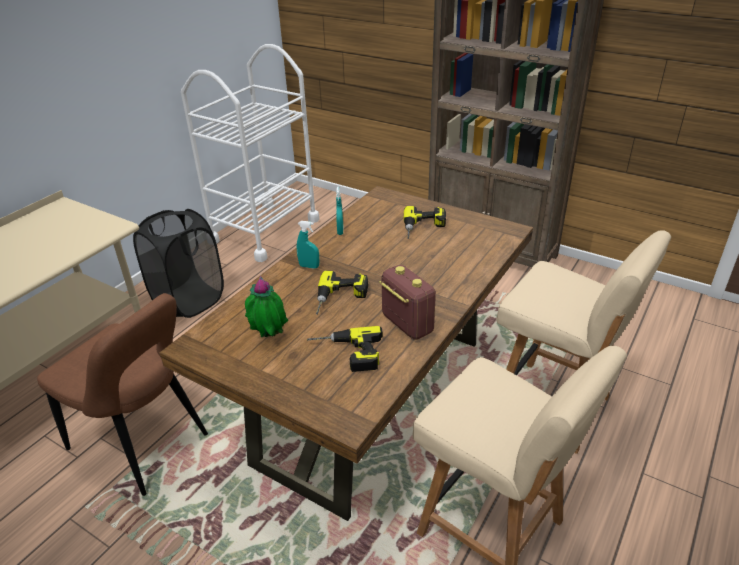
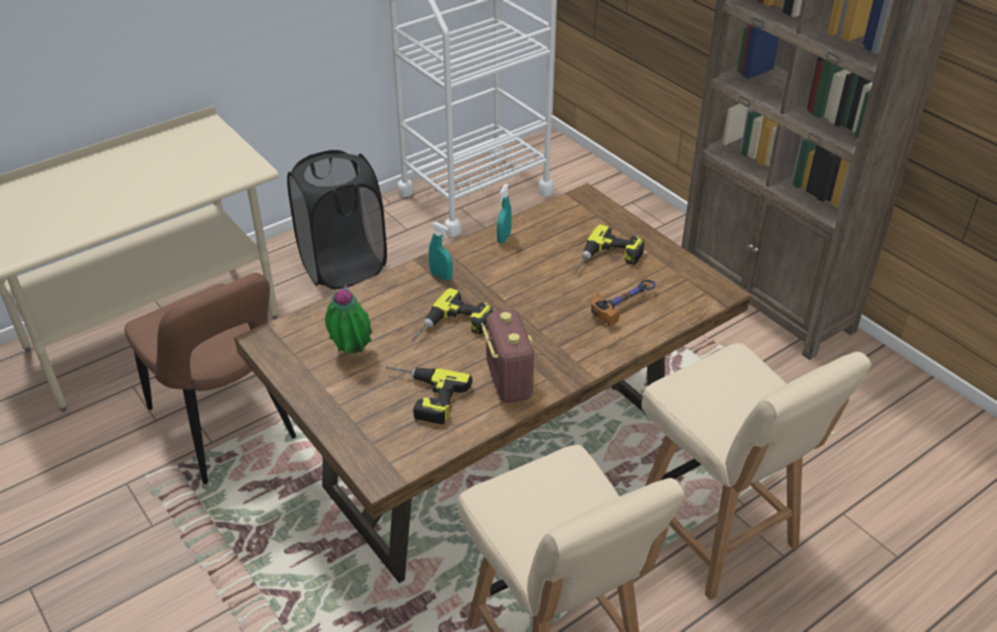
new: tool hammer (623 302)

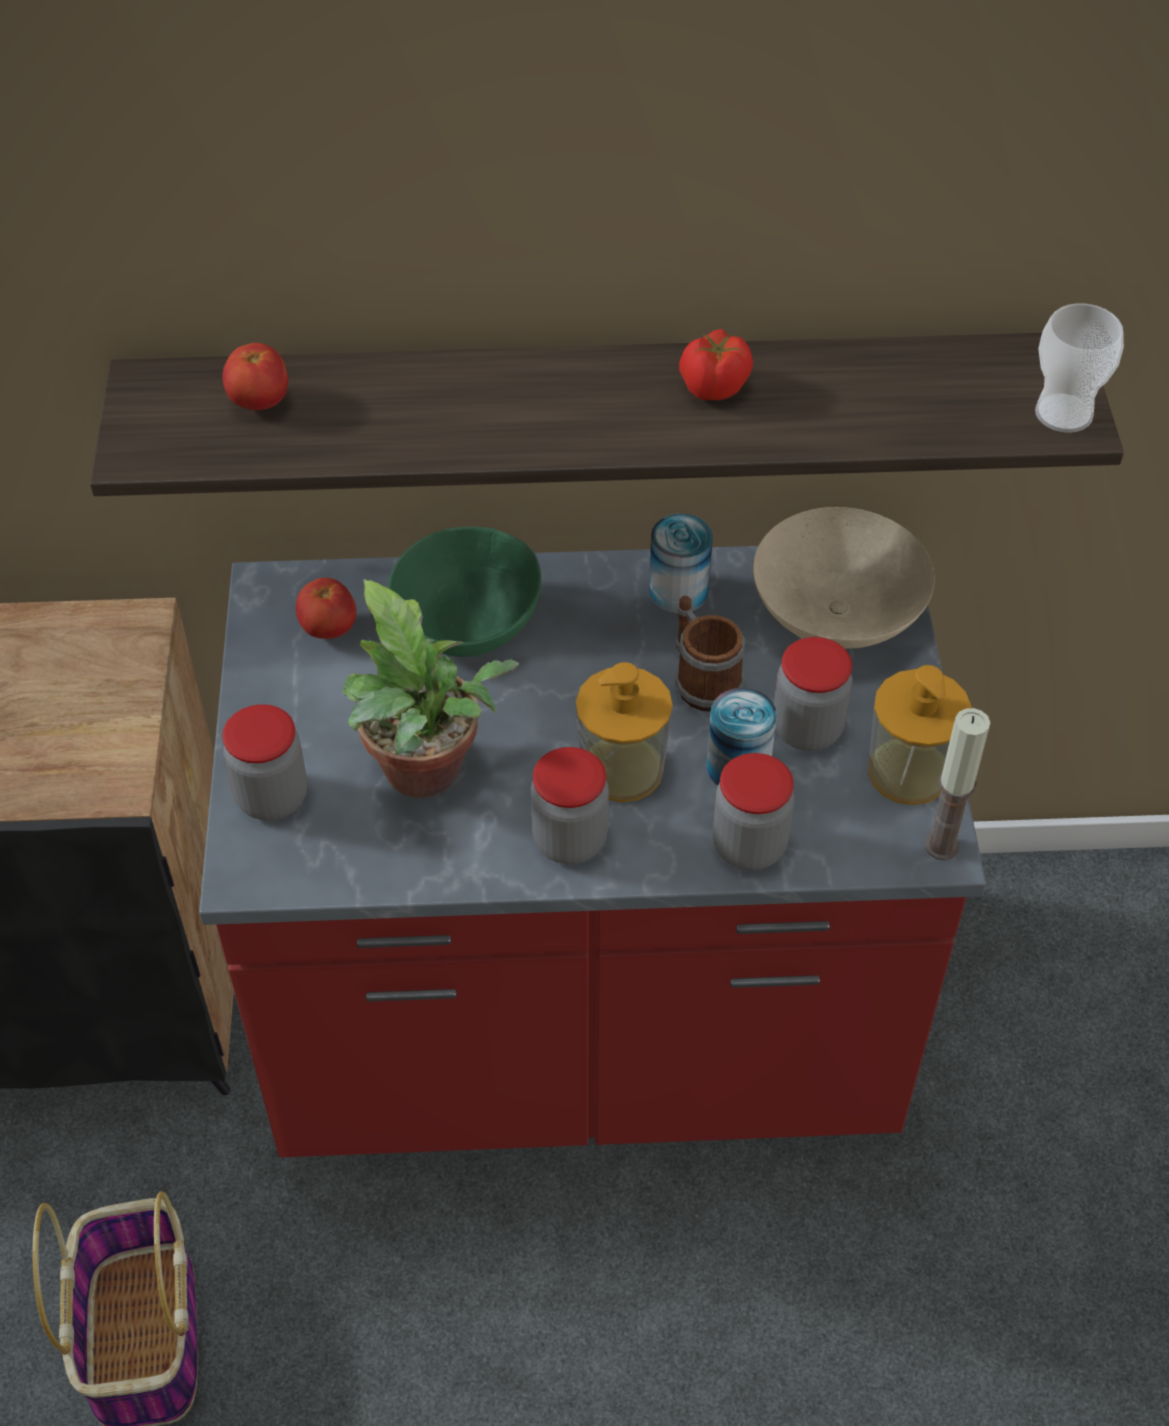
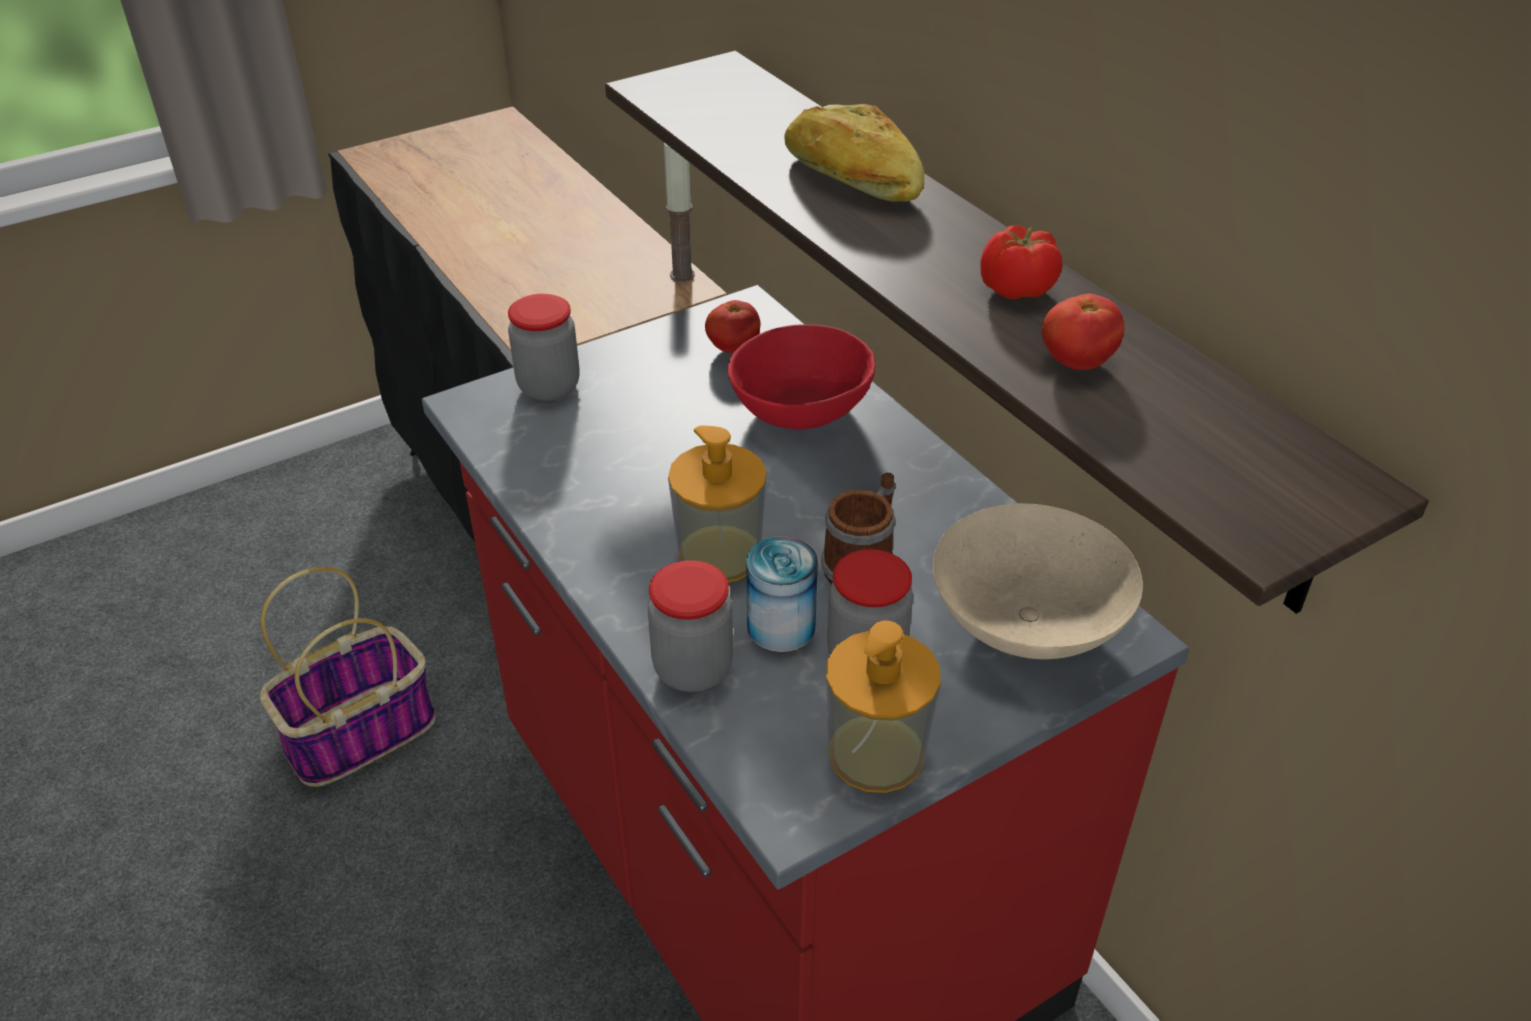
gone: plant in a pot (431 688); jar (570 805); metal can (681 563); drinking cup (1079 368)
new: bakery bread (854 153)
shifted: wax candle (957 784) to (679 212); tomato (255 376) to (1083 332)
repainted: green serving bowl (464 591) to red serving bowl (801 376)

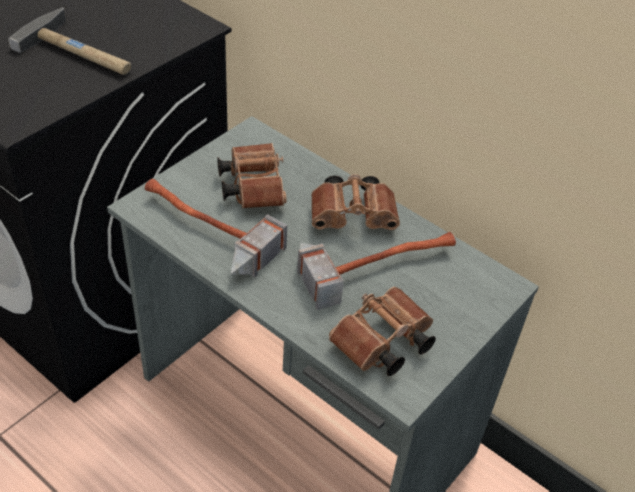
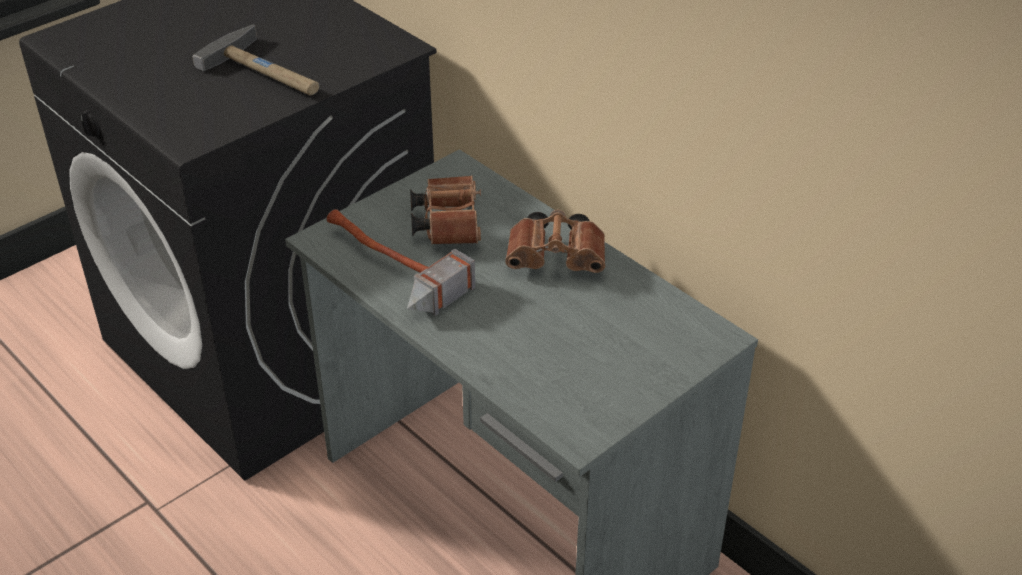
gone: tool hammer (376 271); brown-coloured binoculars (382 331)

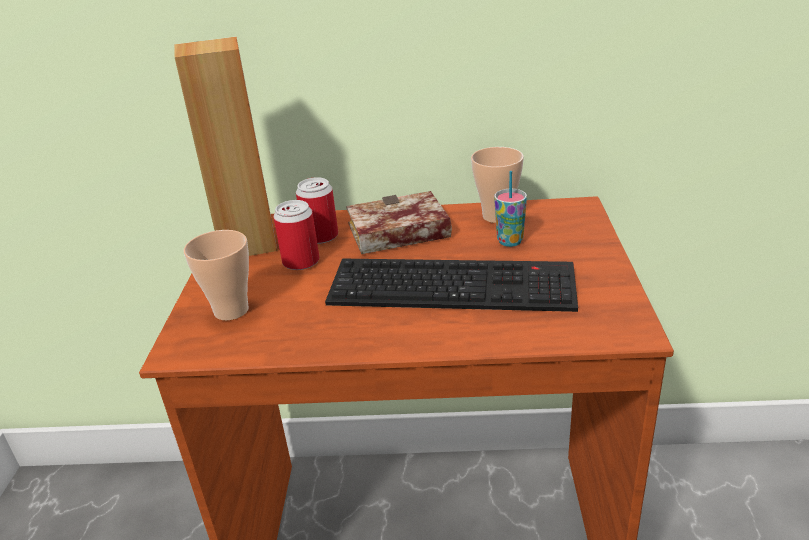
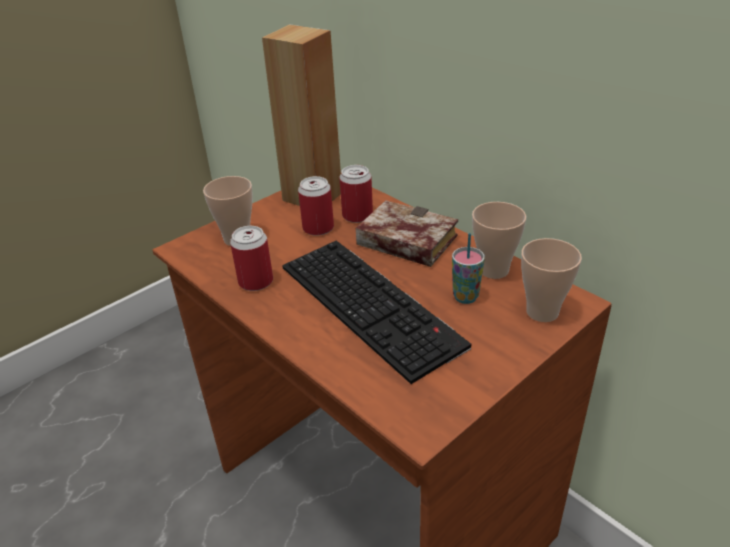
new: metal can (251 258); drinking cup (551 280)

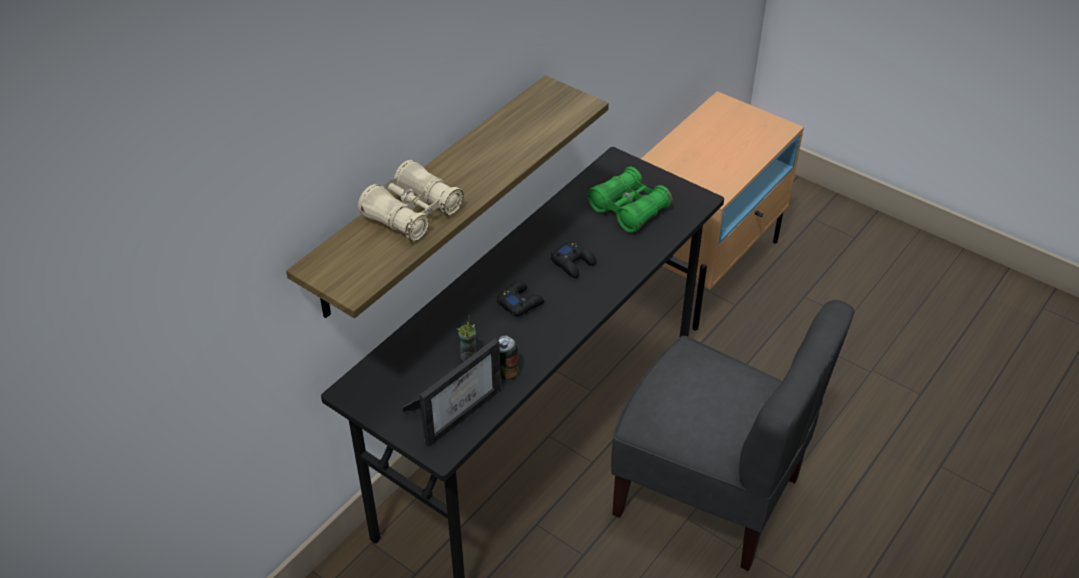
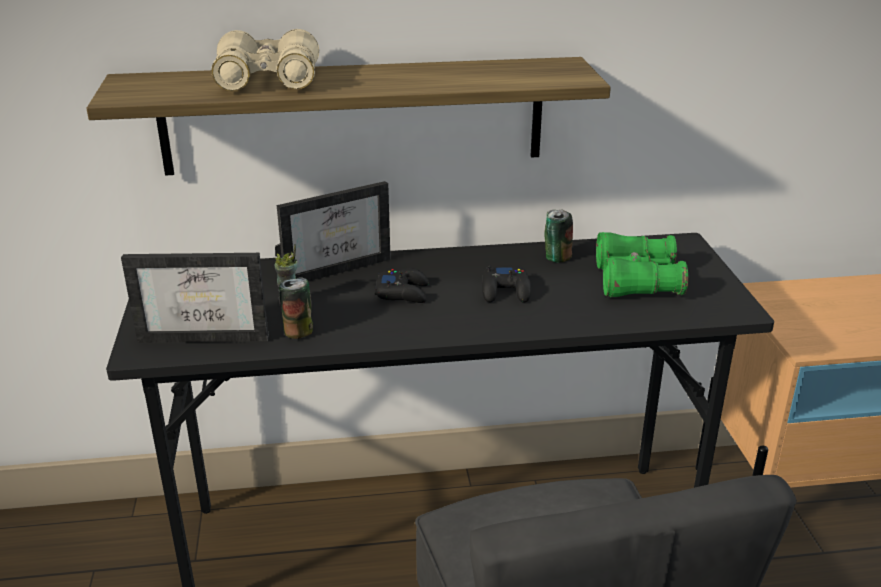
new: photo frame (333 231); metal can (558 236)

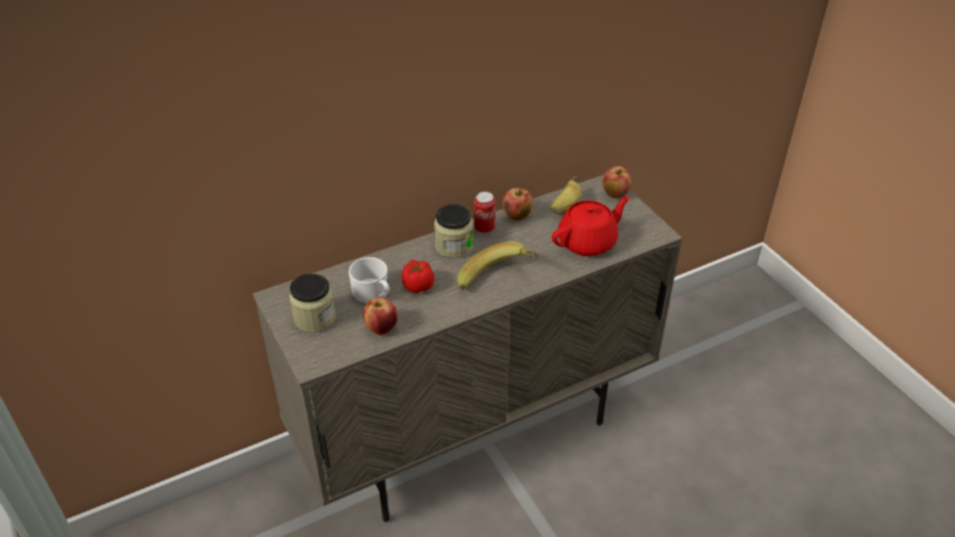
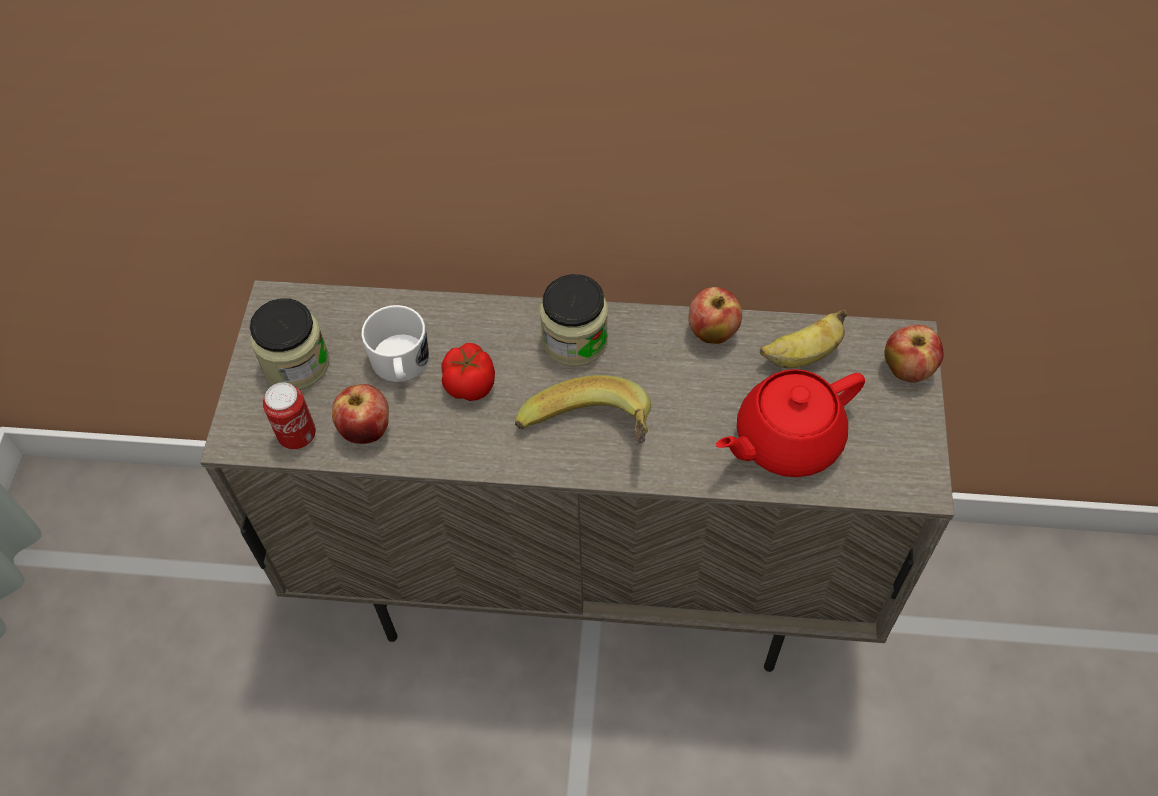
shifted: metal can (485 213) to (289 415)
rotated: red pot for tea (591 226) = (790 423) 150 degrees clockwise

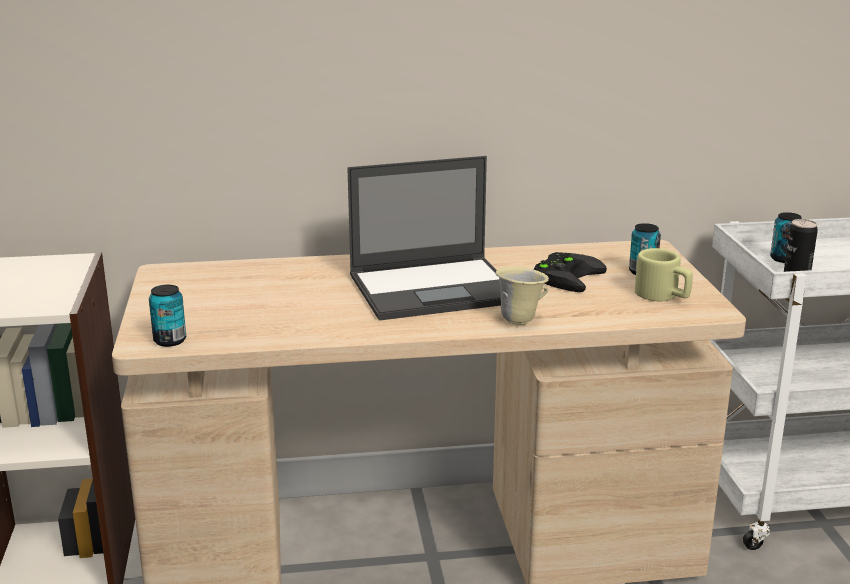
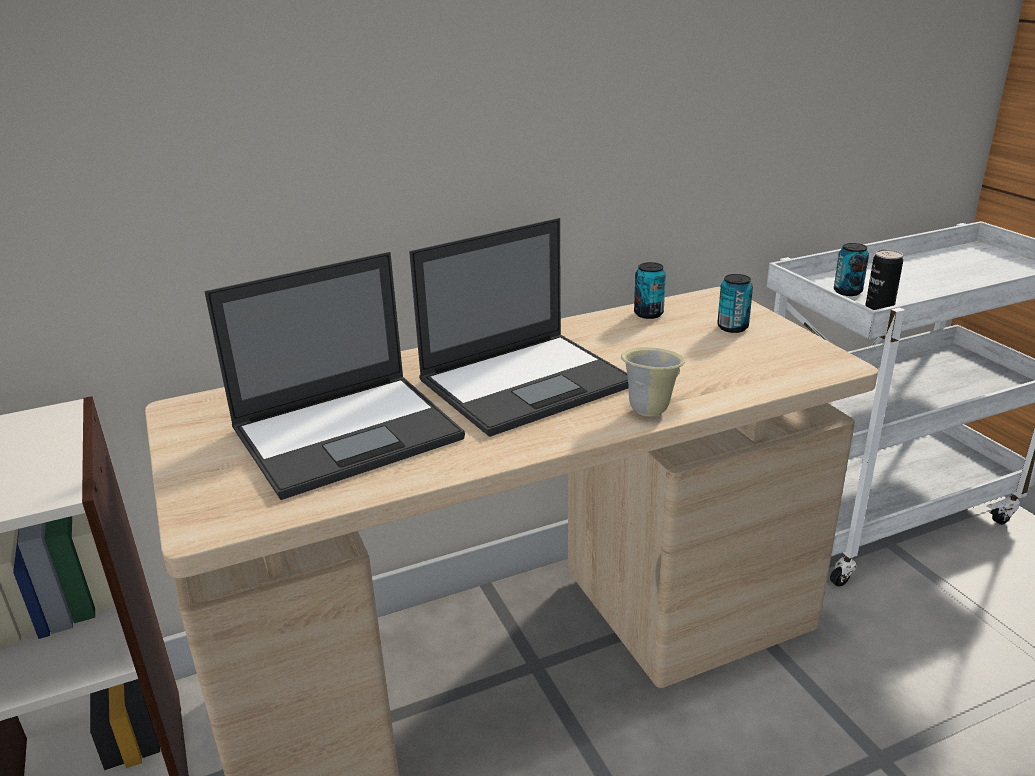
gone: black gamepad (570 272); sand-coloured tea mug (664 274)
new: portable computer (334 376)
shifted: metal can (167 316) to (650 290)

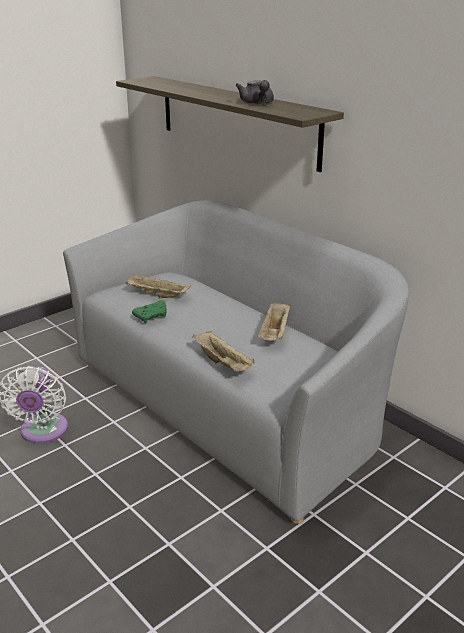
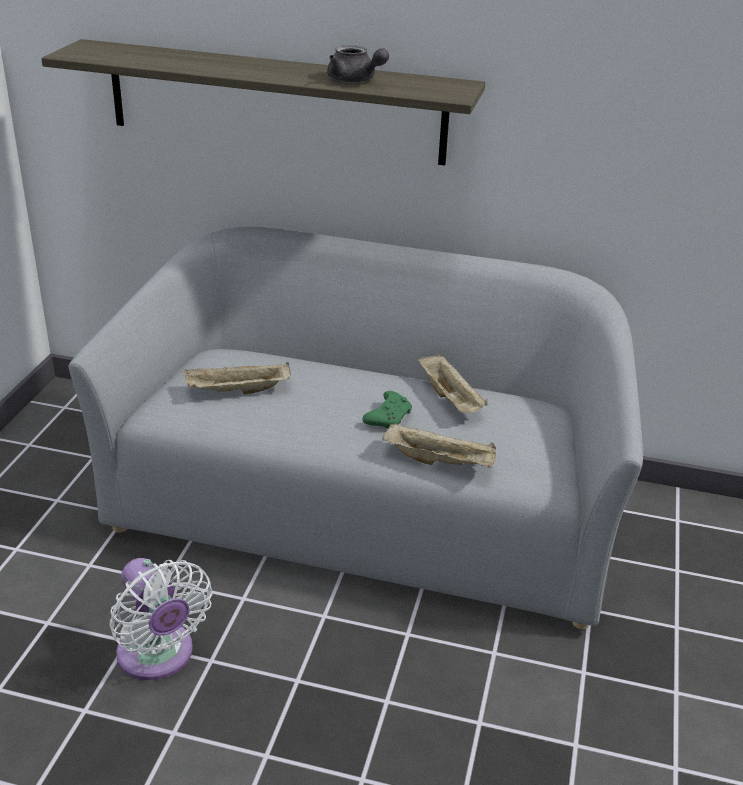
shifted: green gamepad (149 312) to (387 410)

